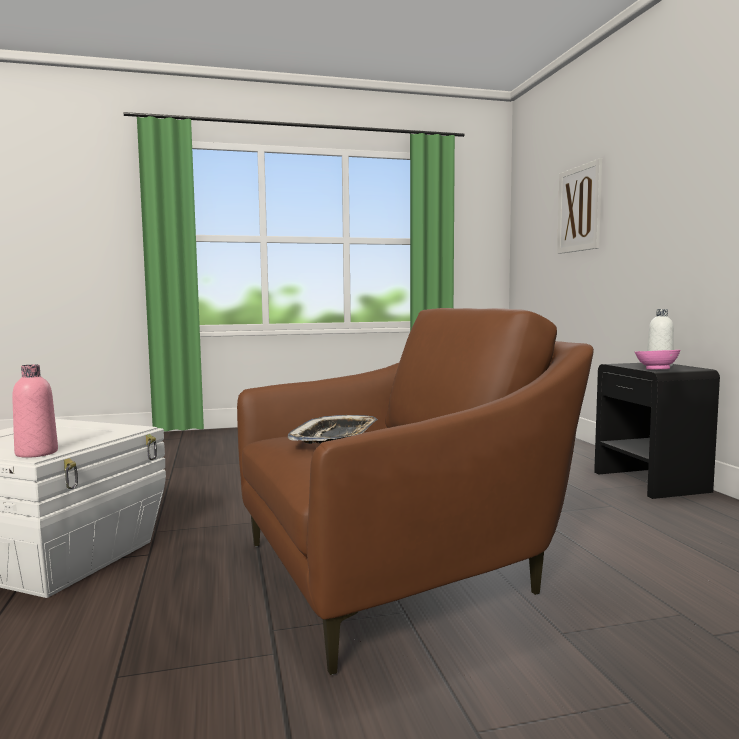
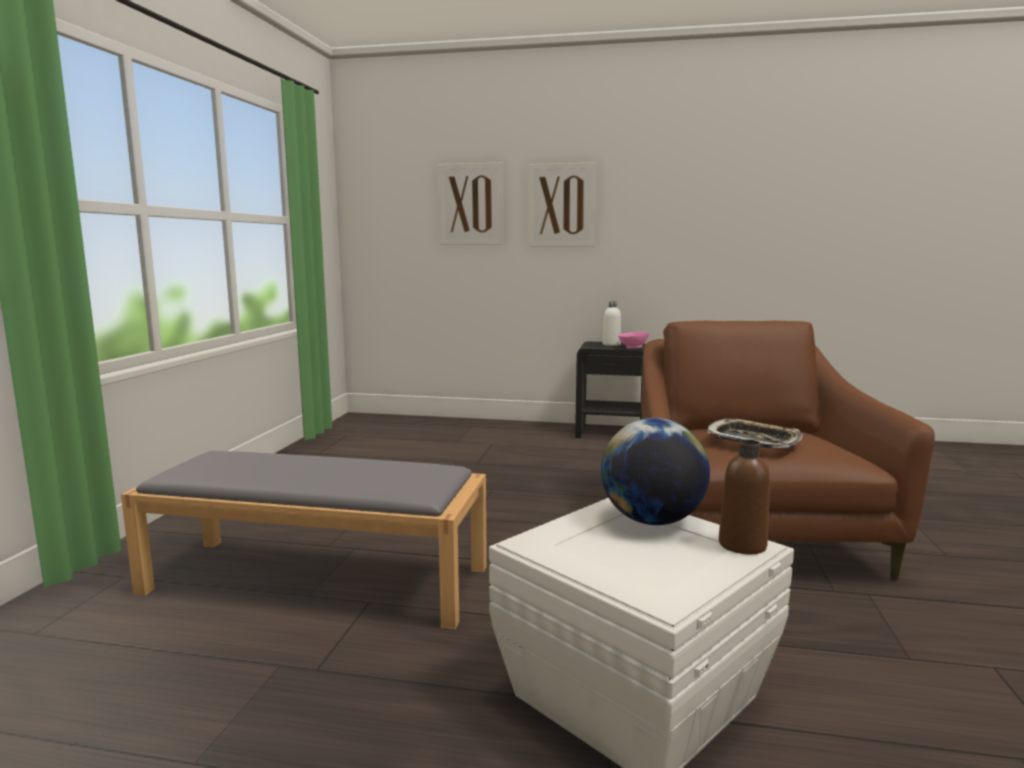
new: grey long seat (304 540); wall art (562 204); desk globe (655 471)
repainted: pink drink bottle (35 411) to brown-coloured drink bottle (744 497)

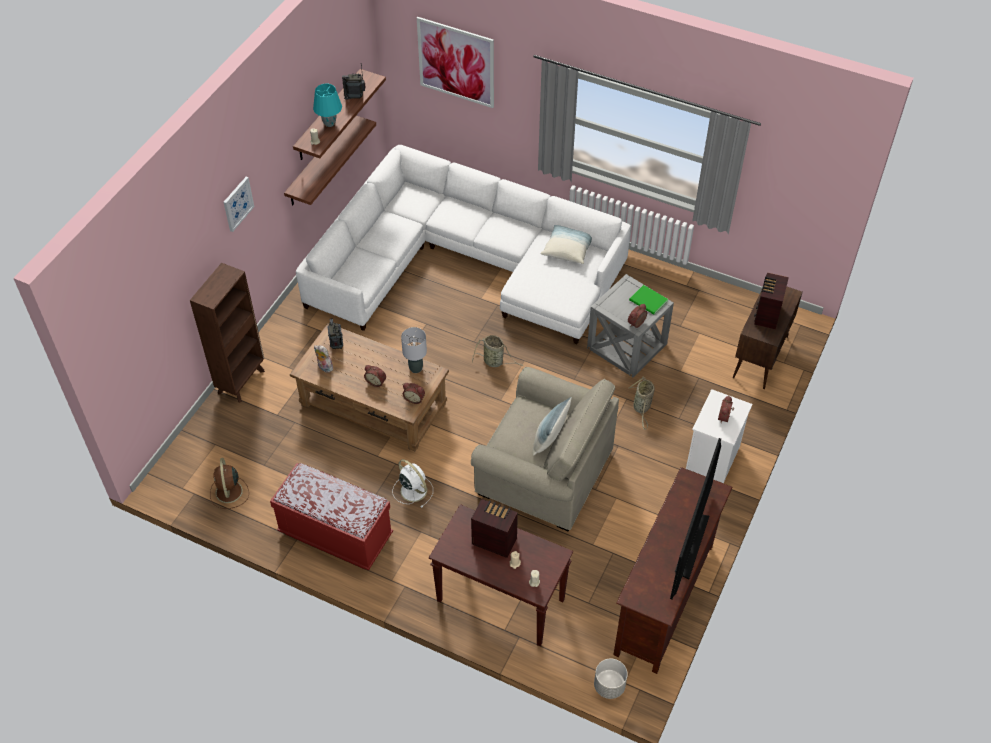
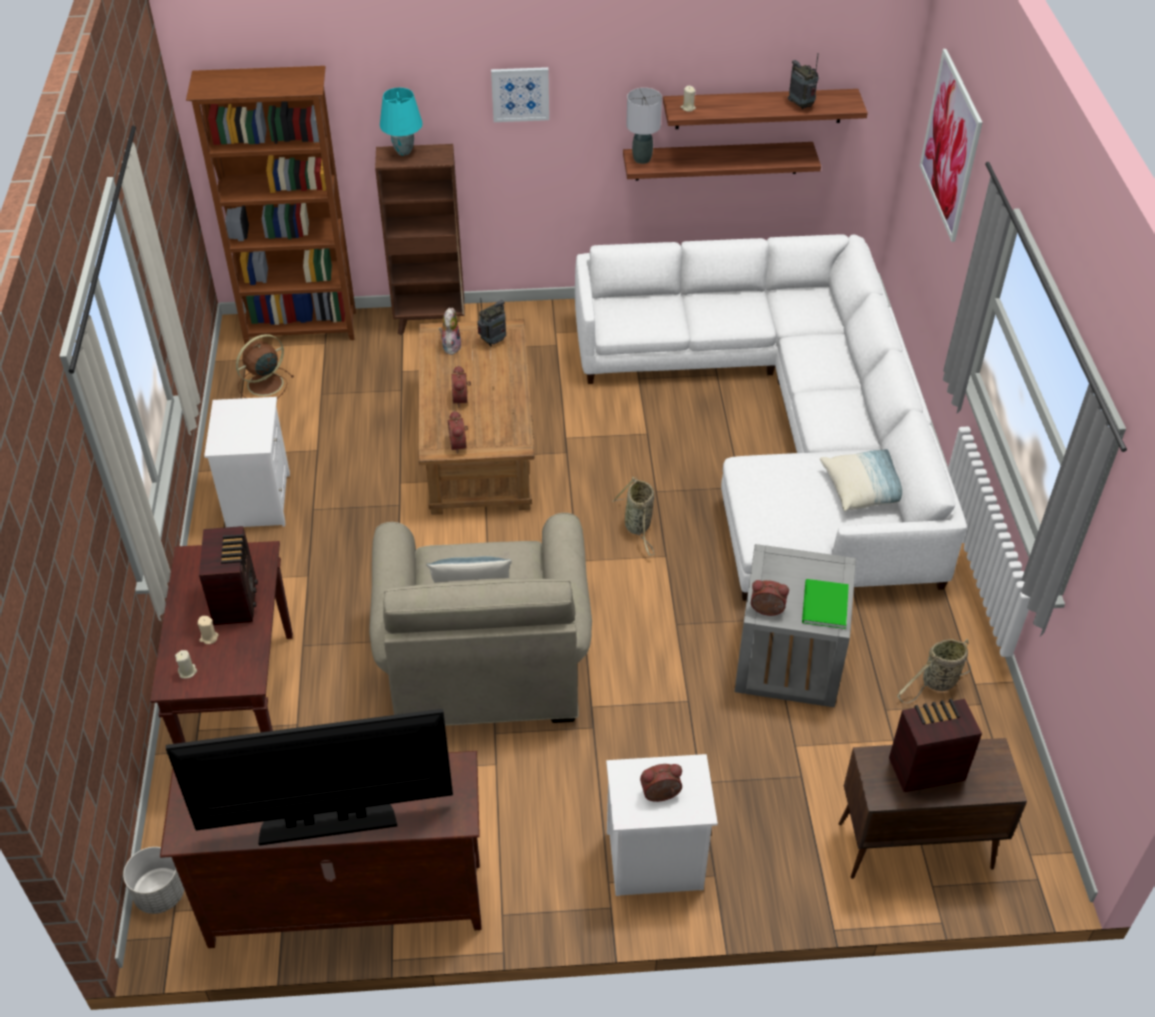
gone: white-coloured electric fan (412 483)
new: brown-coloured shelving unit (271 205)
shifted: turquoise table lamp (327 105) to (401 122); grey table lamp (414 350) to (644 126); storage basket (642 402) to (934 671)
swapped: red long seat (331 517) to white-coloured nightstand (247 462)

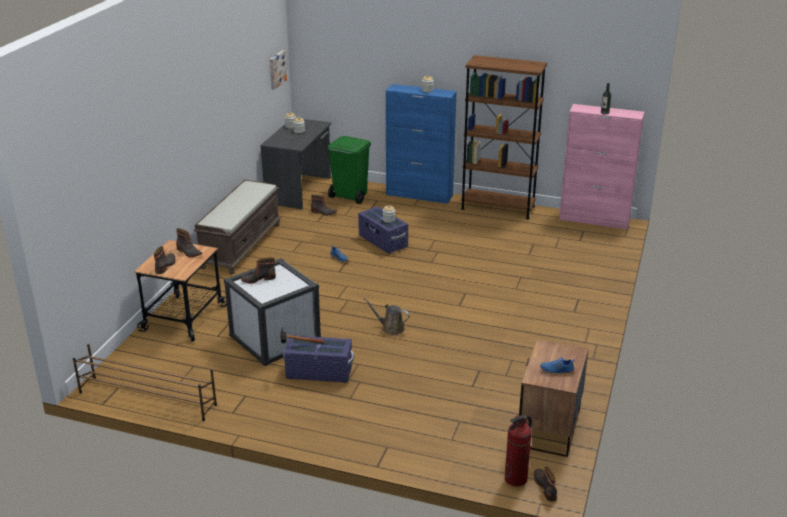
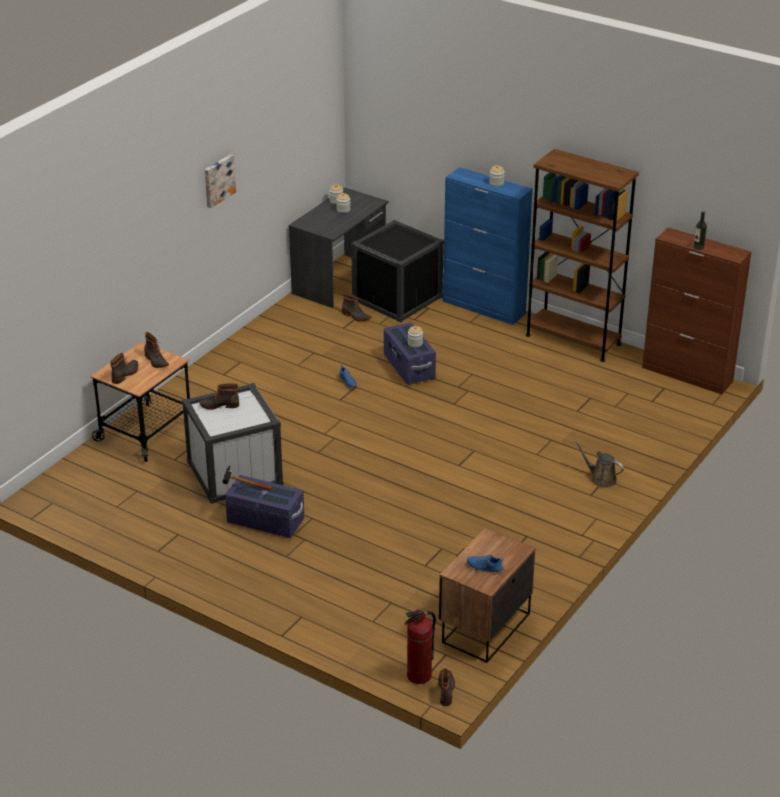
gone: brown-coloured shoe rack (145 382); brown-coloured long seat (237 227)
shifted: wall art (278 70) to (220 181); brown-coloured sprinkling can (387 316) to (599 464)
swapped: green waste bin (349 170) to black storage container (397 271)
repainted: pink cupboard (601 166) to brown-coloured cupboard (696 310)

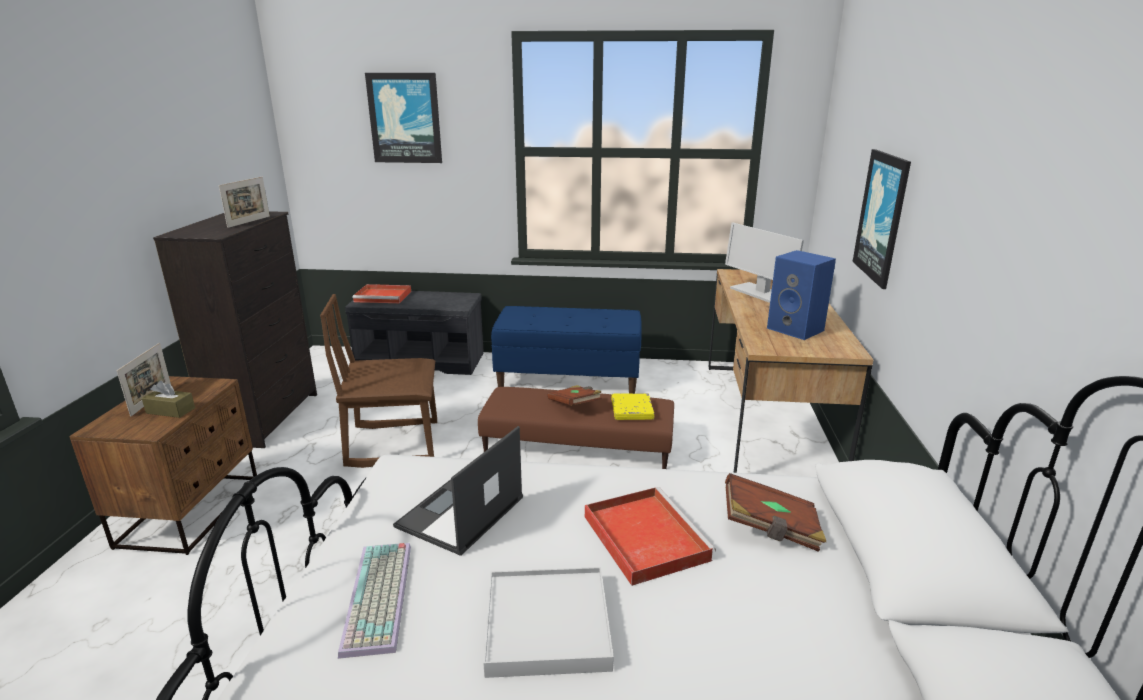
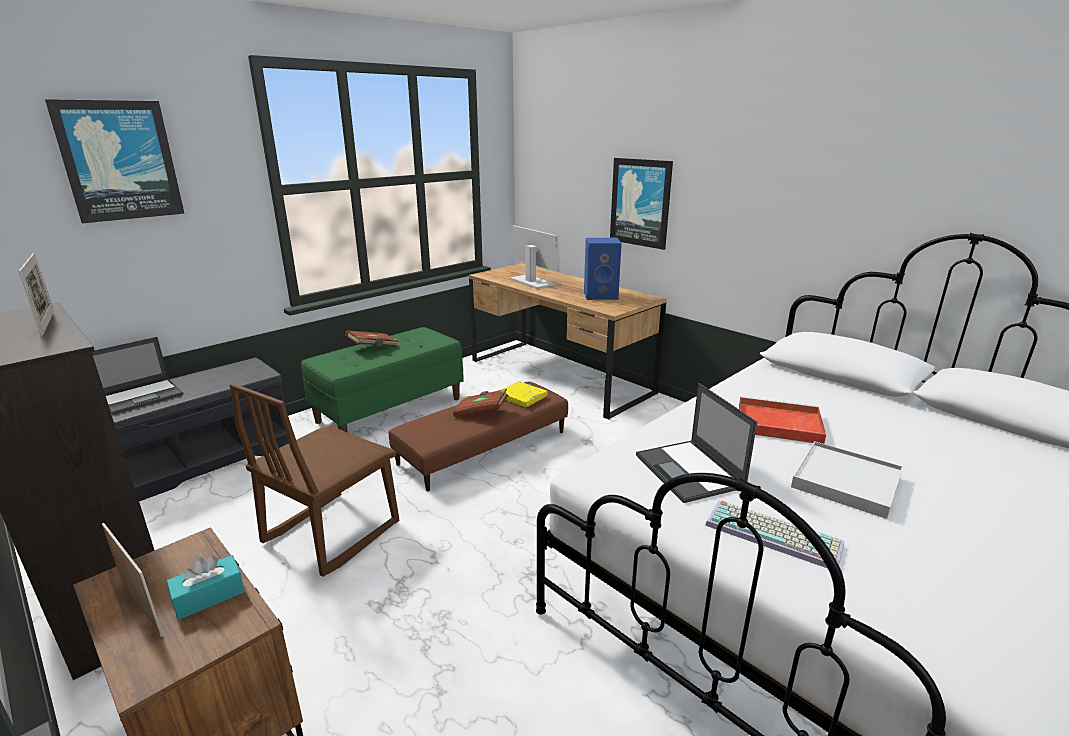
shifted: brown-coloured book (776 512) to (372 338)
swapped: red tray (381 293) to portable computer (137 376)
repainted: brown-coloured tissue holder (168 399) to turquoise tissue holder (206 587); blue-coloured long seat (566 350) to green long seat (382 380)
rotated: monitor (764 263) = (535 257) 135 degrees counterclockwise

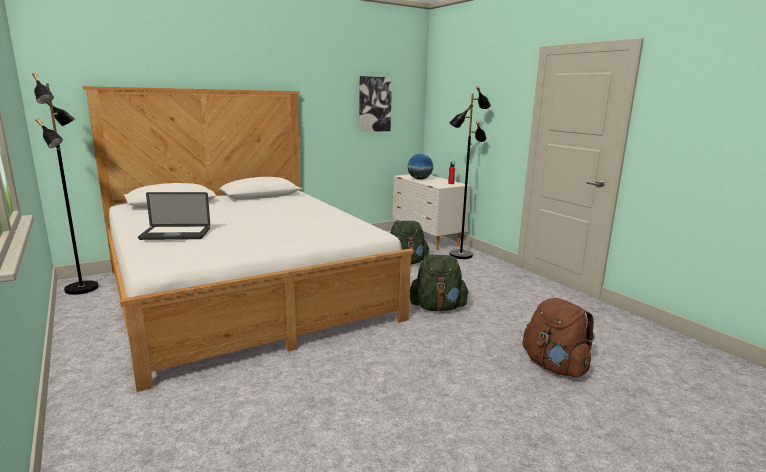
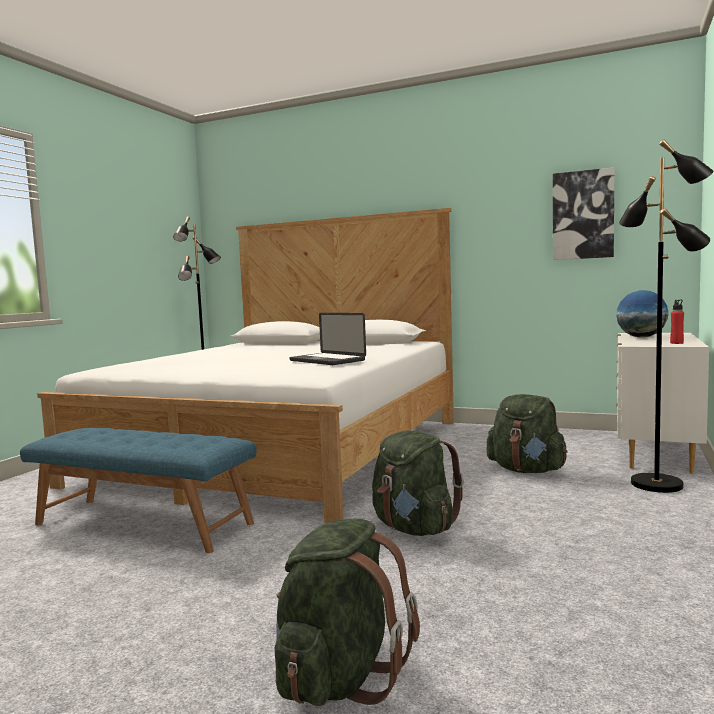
new: blue-coloured long seat (138 490)
shifted: portable computer (174 216) to (327 339)
repainted: brown-coloured rucksack (558 338) to green rucksack (347 612)

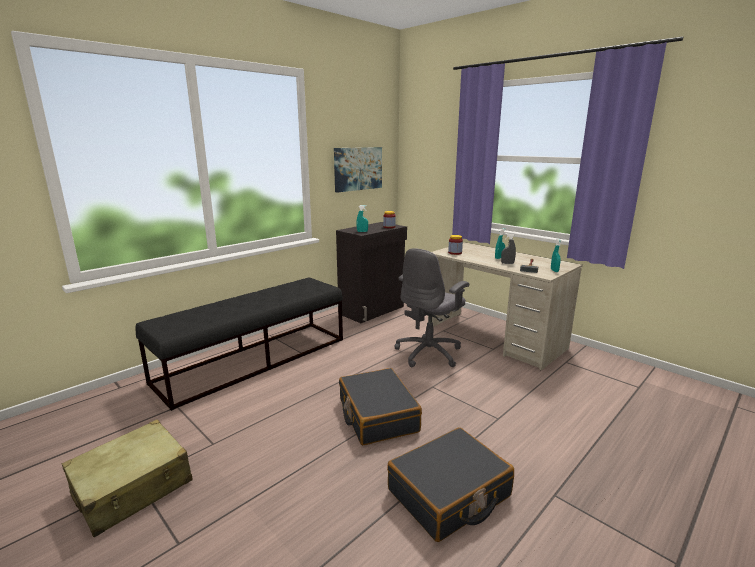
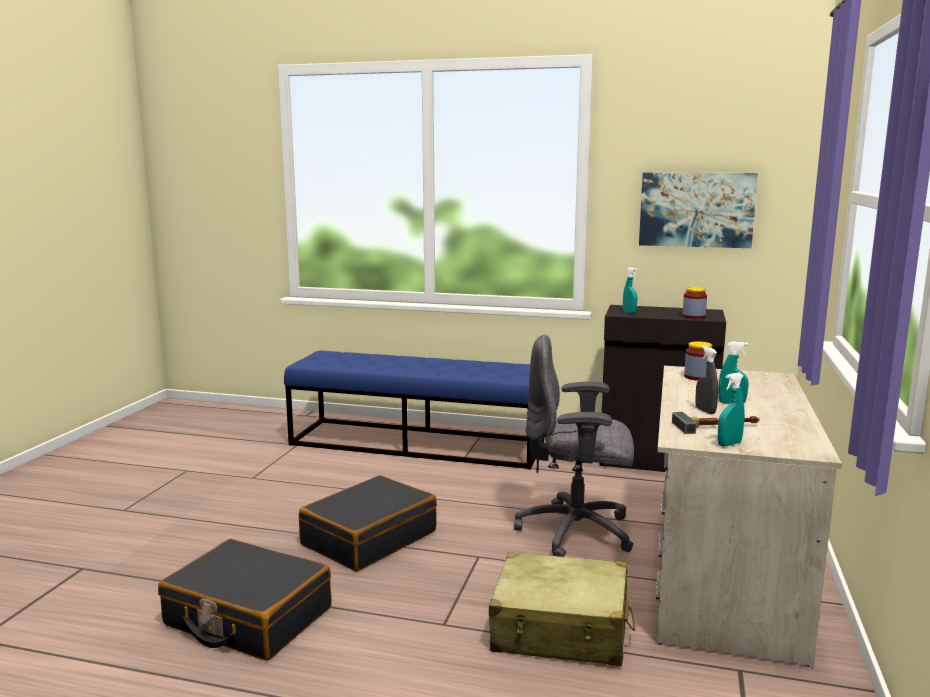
shifted: sand-coloured piece of luggage (127 478) to (562 609)
repainted: black long seat (239 344) to blue-coloured long seat (414 410)

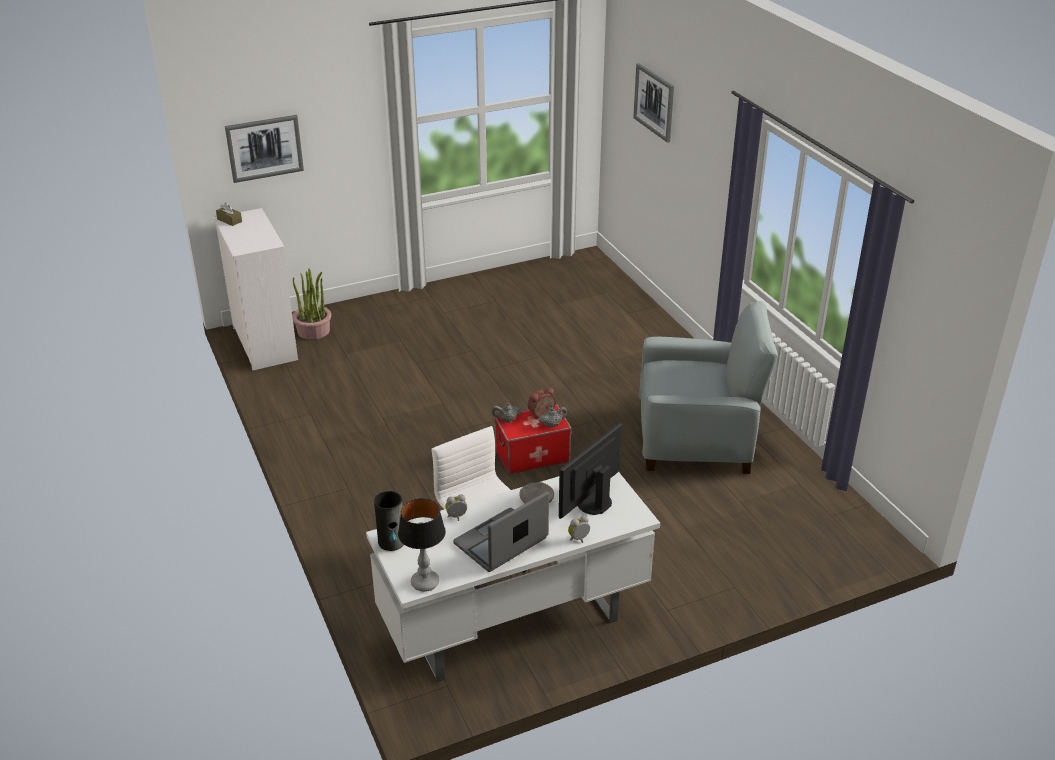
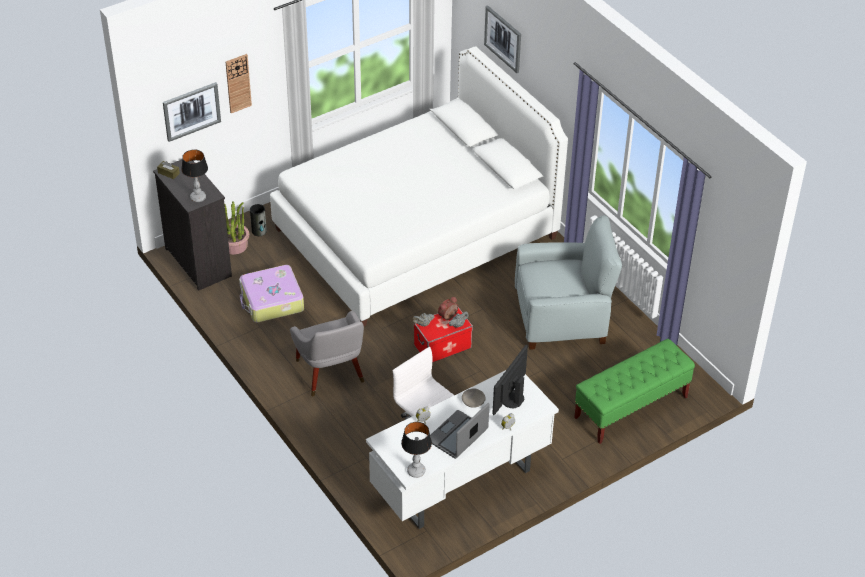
new: table lamp (194 176); clock on the wall (239 83); piece of luggage (271 293); white-coloured bed (419 186); grey lounge chair (327 353); green long seat (634 391)
shifted: flower vase (389 521) to (258 220)
repainted: white-coloured dresser (255 289) to black dresser (192 225)

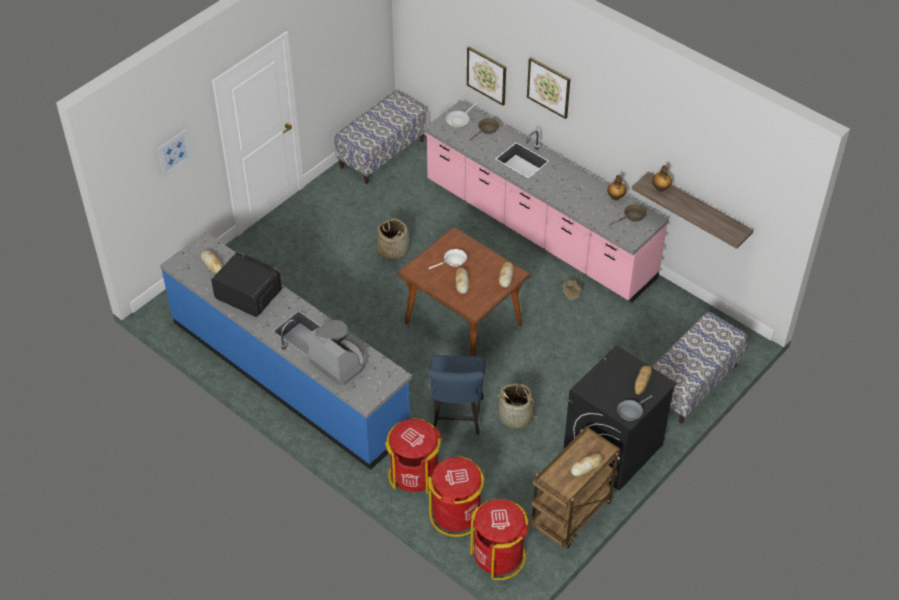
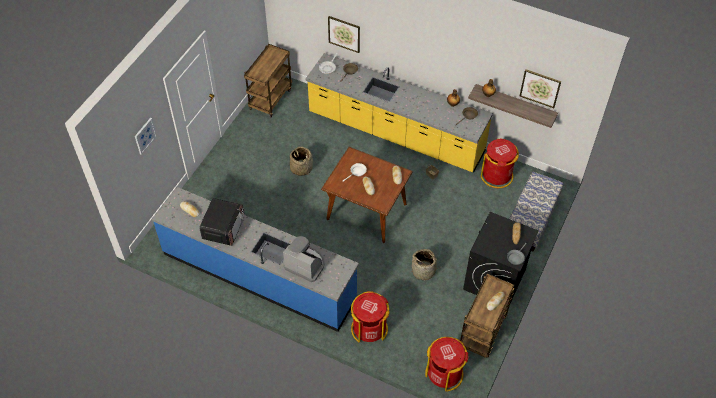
gone: blue-coloured plain chair (457 394)
shifted: red waste bin (455 496) to (500 163); wall art (548 88) to (540 88)
swapped: long seat (380 138) to brown-coloured trolley (268 81)
repainted: pink counter (546 201) to yellowish counter (399 113)
rotated: microwave oven (246 284) = (222 222) 90 degrees clockwise

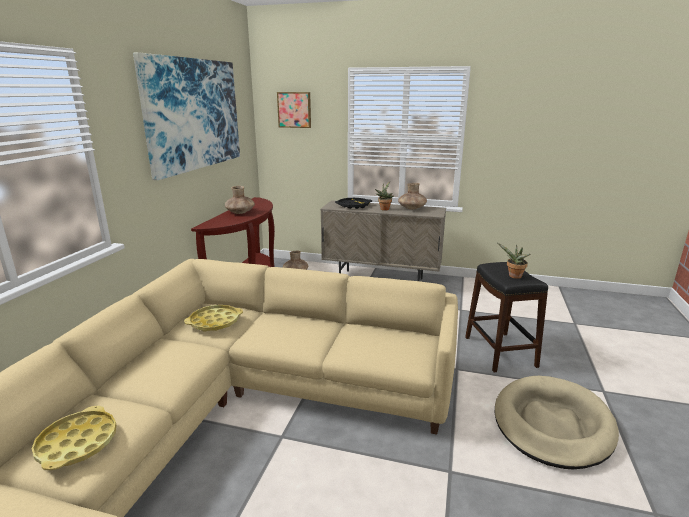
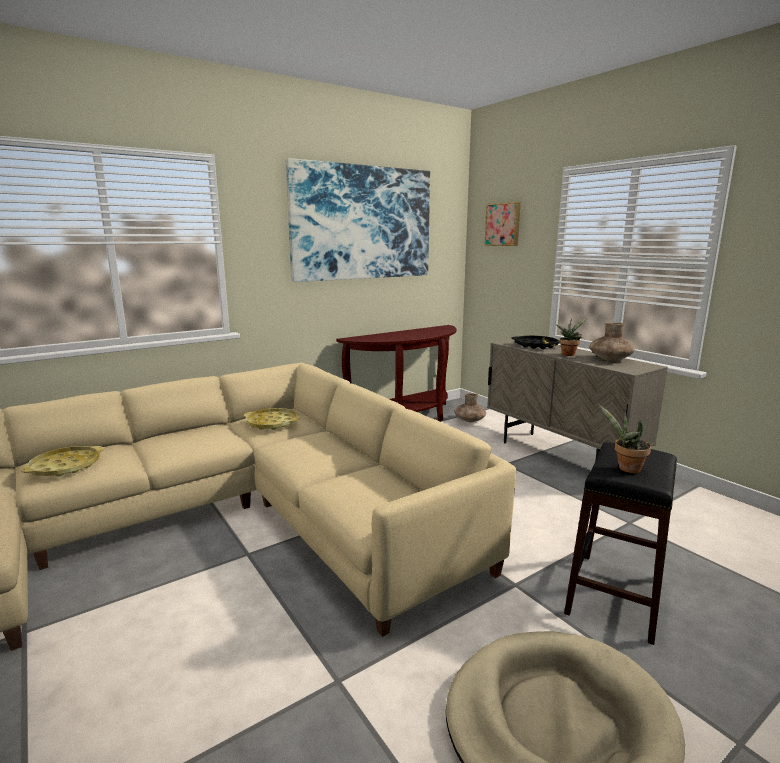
gone: brown-coloured flower vase (240 200)

